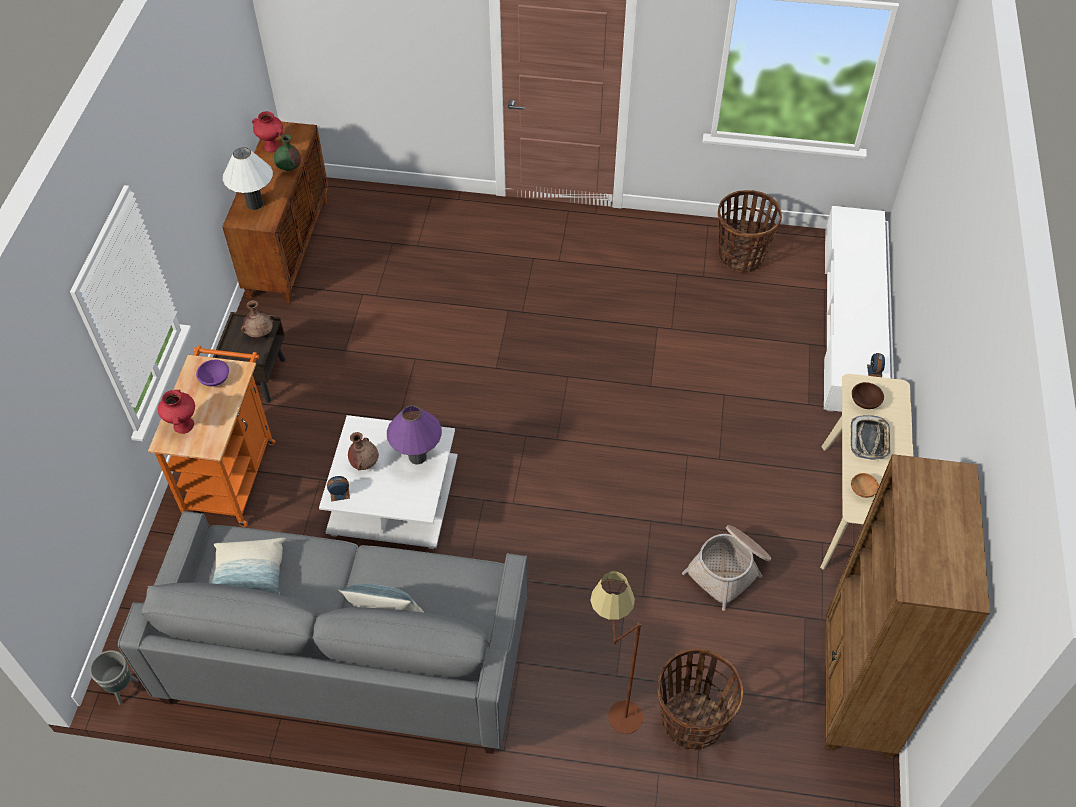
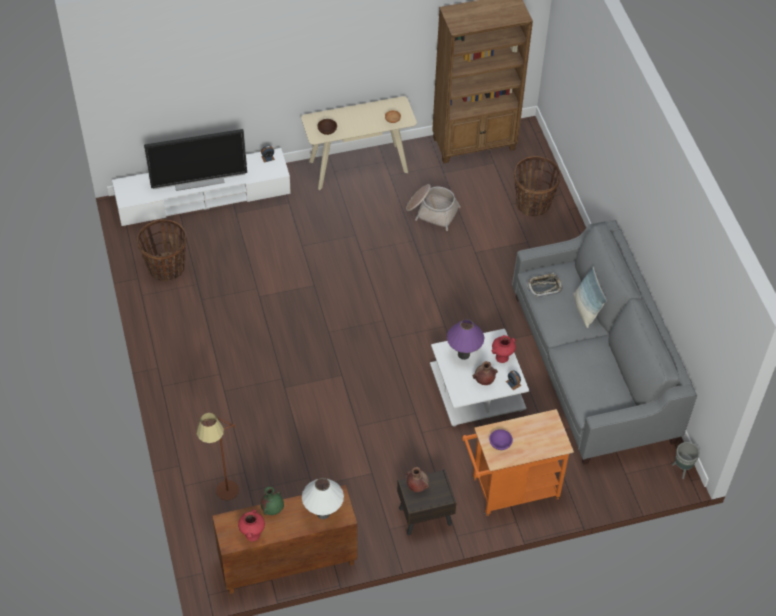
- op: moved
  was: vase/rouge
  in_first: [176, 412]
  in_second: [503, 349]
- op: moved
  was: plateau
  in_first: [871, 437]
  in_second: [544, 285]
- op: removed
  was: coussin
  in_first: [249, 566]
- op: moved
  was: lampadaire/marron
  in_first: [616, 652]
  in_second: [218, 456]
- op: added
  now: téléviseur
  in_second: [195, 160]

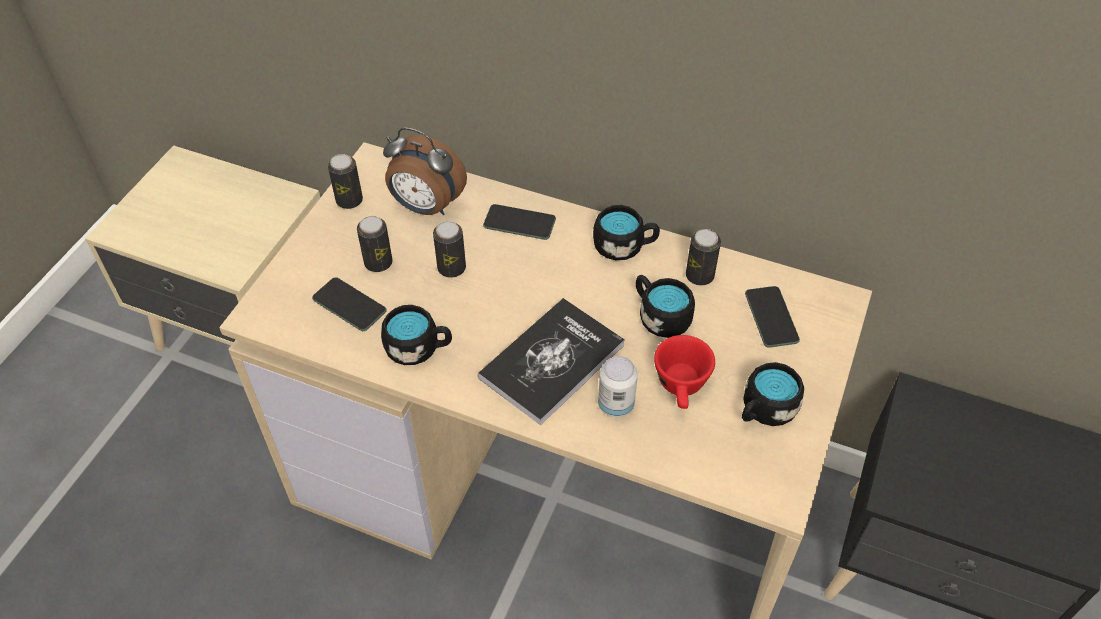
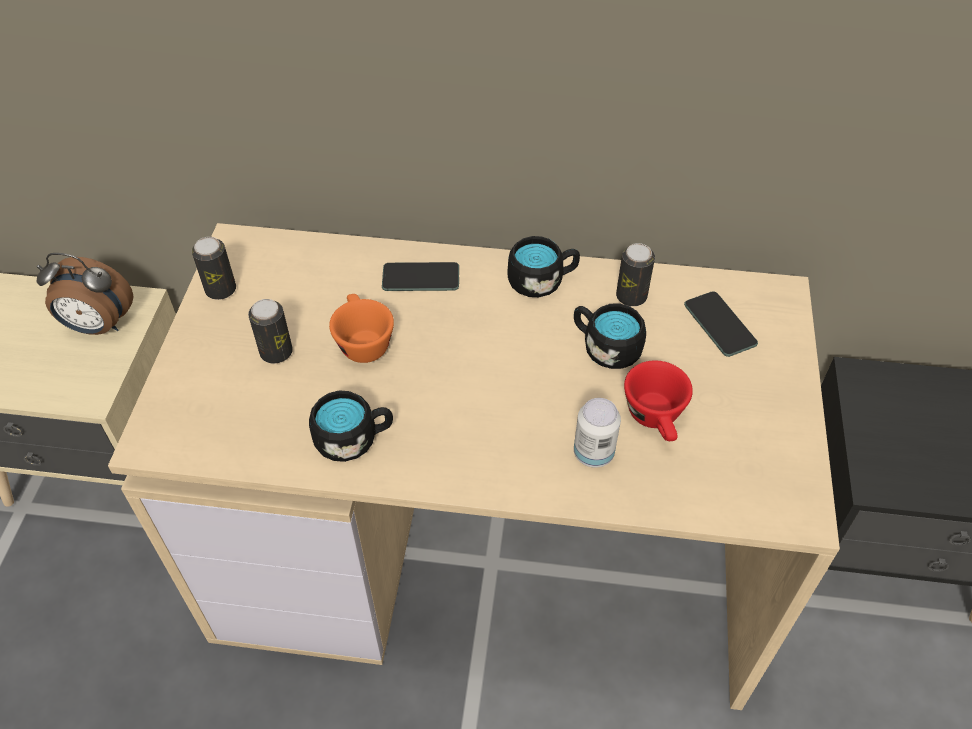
- op: moved
  was: réveil
  in_first: [425, 171]
  in_second: [85, 294]
- op: replaced
  was: boîte métallique
  now: tasse/orange
  in_first: [449, 249]
  in_second: [361, 328]
- op: removed
  was: téléphone
  in_first: [349, 304]
- op: removed
  was: livre
  in_first: [551, 361]
- op: removed
  was: mug/noir
  in_first: [773, 394]

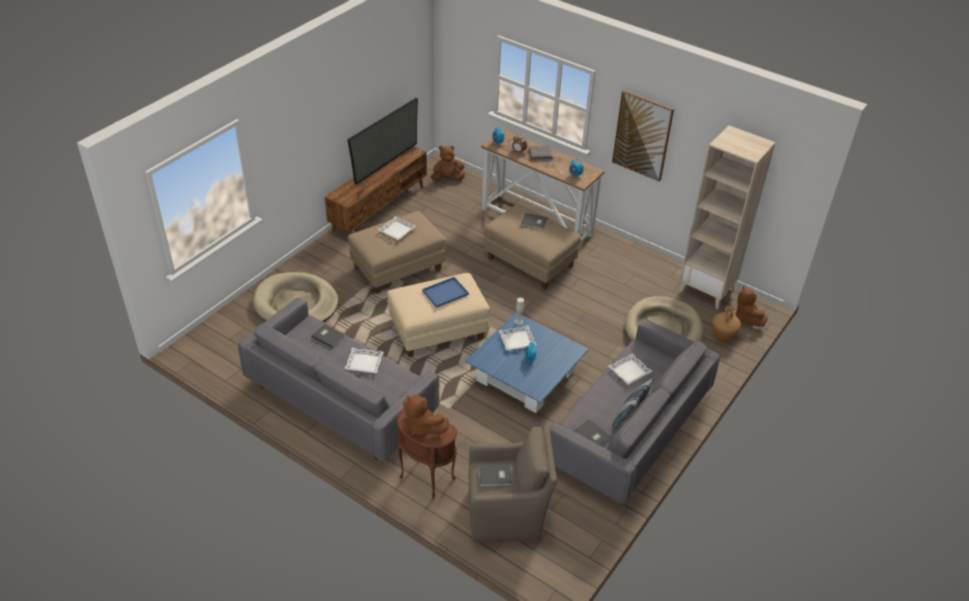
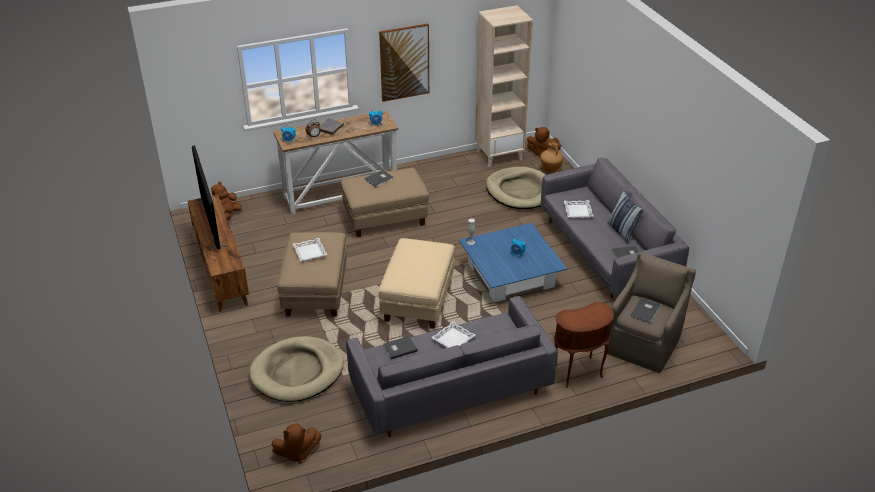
- op: removed
  was: plateau/bleu
  in_first: [445, 292]
- op: removed
  was: plateau/blanc
  in_first: [518, 338]
- op: moved
  was: peluche/marron
  in_first: [426, 415]
  in_second: [296, 444]

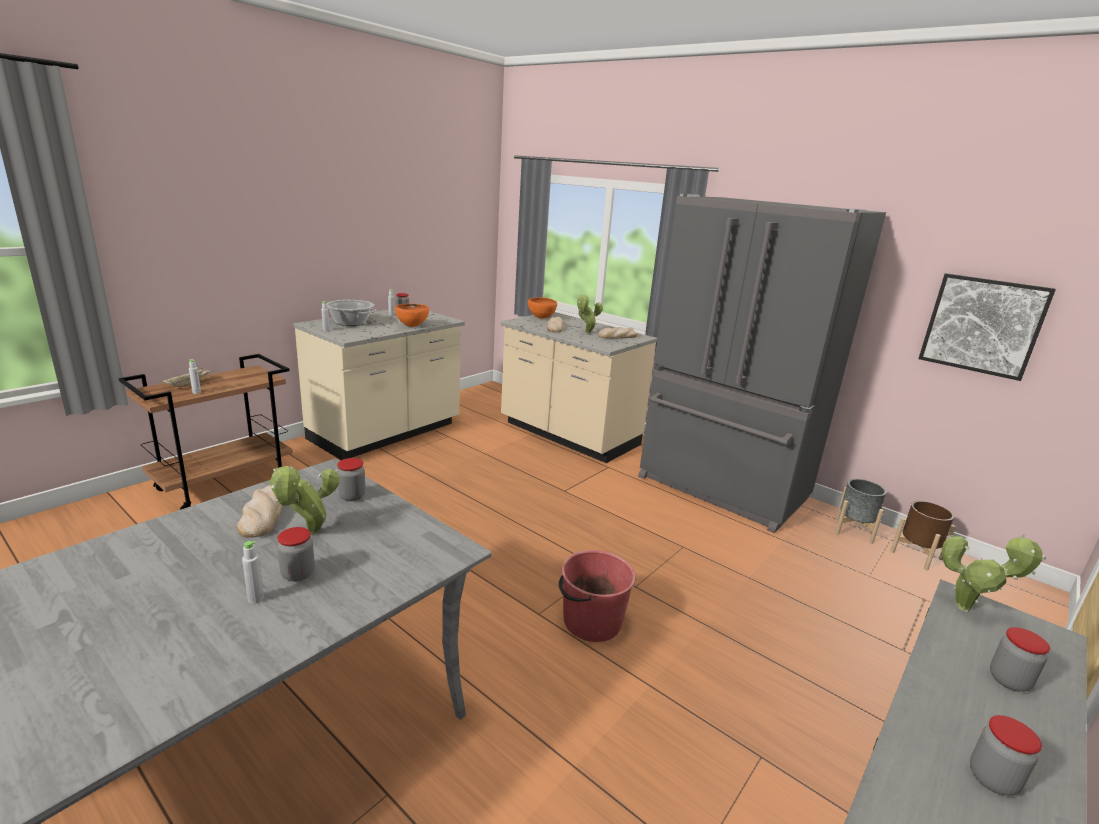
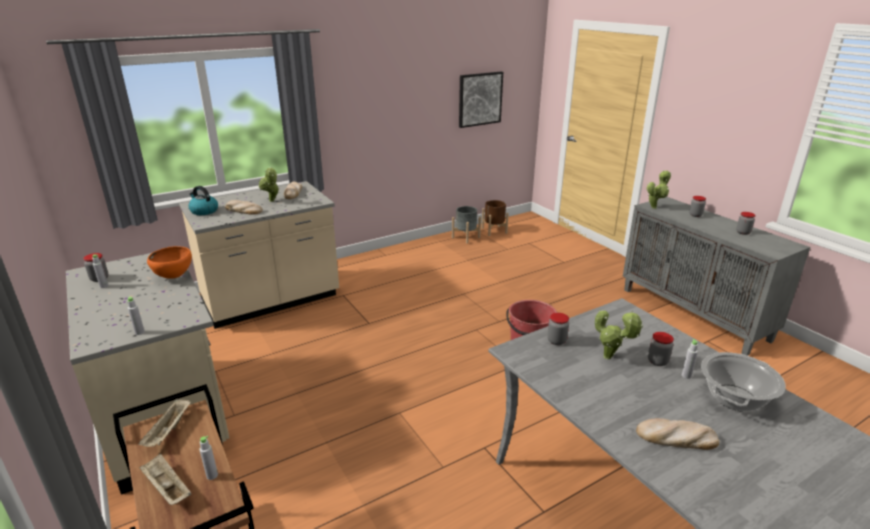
- op: removed
  was: réfrigérateur/gris
  in_first: [762, 363]
- op: replaced
  was: bol/orange
  now: bouilloire
  in_first: [542, 308]
  in_second: [203, 200]
- op: moved
  was: marmite
  in_first: [352, 313]
  in_second: [743, 382]
- op: moved
  was: pain
  in_first: [260, 511]
  in_second: [677, 434]
- op: added
  now: plateau/beige
  in_second: [164, 422]

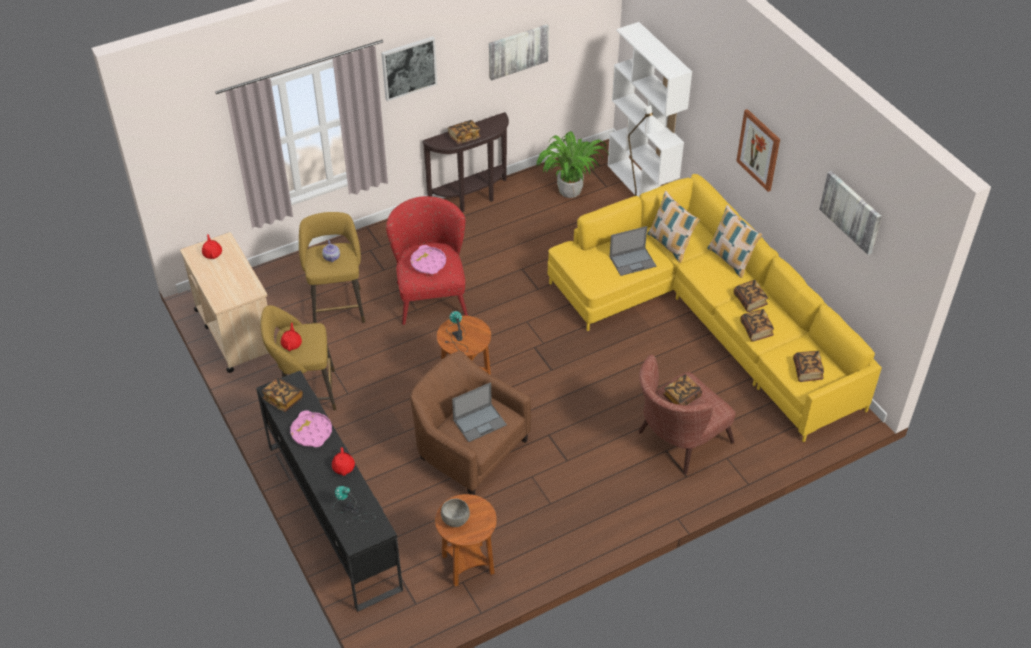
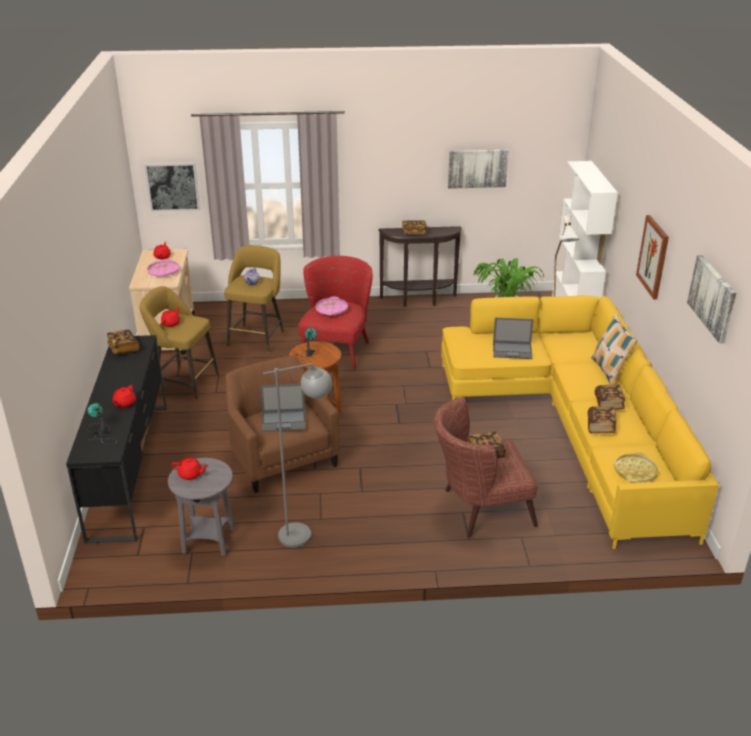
- op: moved
  was: tableau
  in_first: [409, 68]
  in_second: [172, 187]
- op: removed
  was: coussin
  in_first: [674, 227]
- op: replaced
  was: livre
  now: plateau/jaune
  in_first: [808, 366]
  in_second: [636, 467]
- op: moved
  was: plateau/rose
  in_first: [311, 428]
  in_second: [163, 267]
- op: recoloured
  was: table d'appoint/marron
  now: table d'appoint/gris
  in_first: [466, 540]
  in_second: [201, 507]
- op: replaced
  was: bol/gris
  now: théière/rouge
  in_first: [455, 513]
  in_second: [190, 469]
- op: added
  now: lampadaire/gris
  in_second: [297, 455]

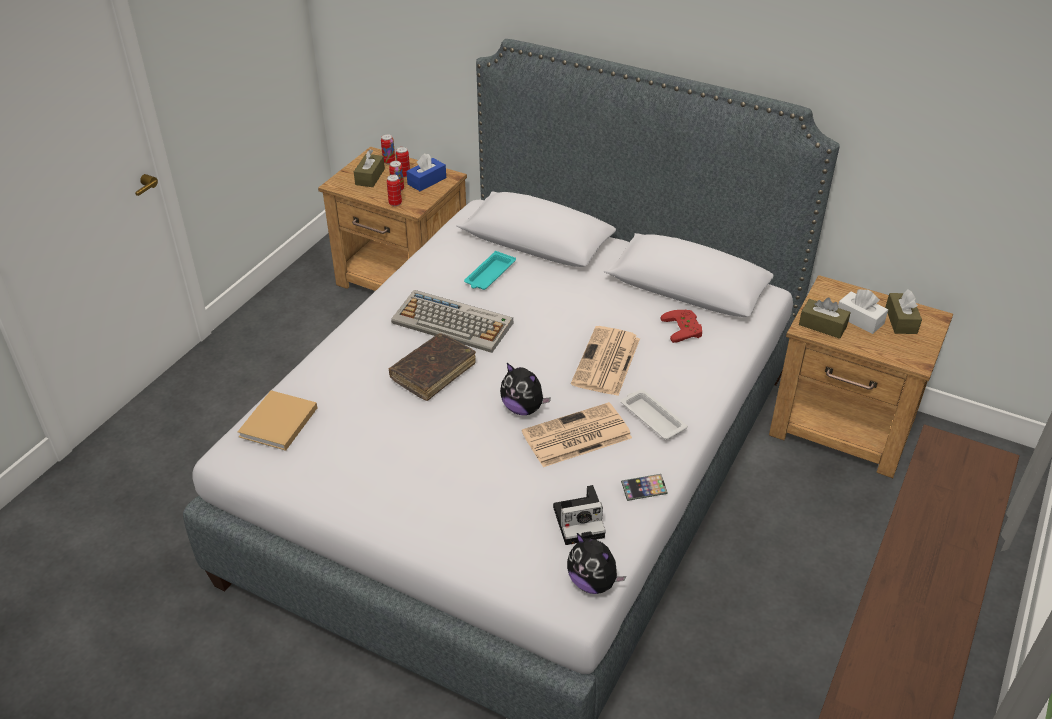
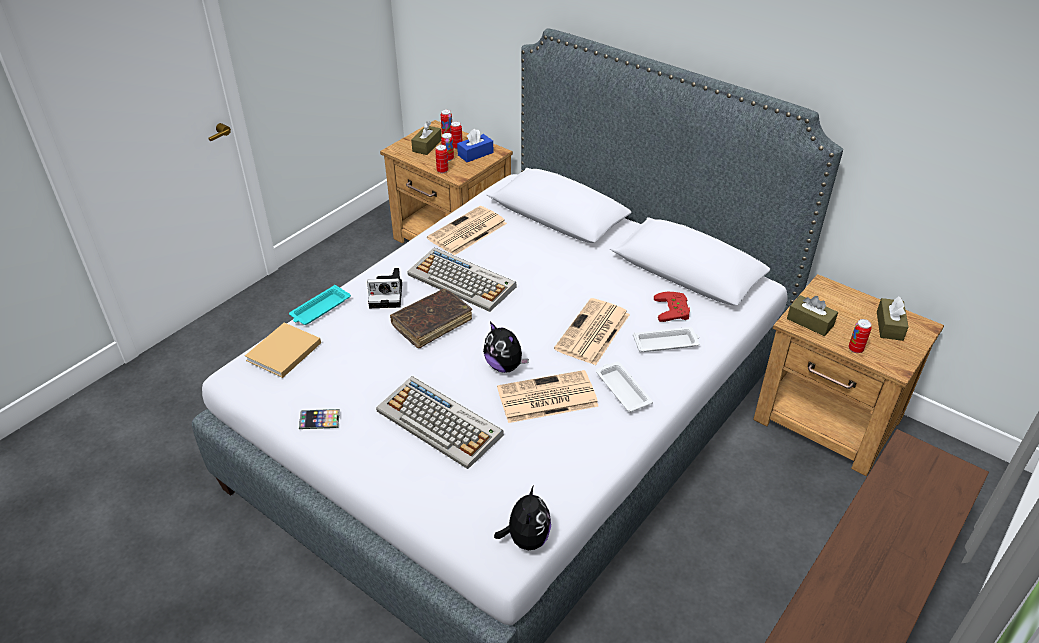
- op: moved
  was: plateau/turquoise
  in_first: [490, 270]
  in_second: [320, 305]
- op: removed
  was: boîte à mouchoirs/blanc
  in_first: [863, 311]
- op: moved
  was: téléphone
  in_first: [644, 487]
  in_second: [319, 419]
- op: moved
  was: appareil photo
  in_first: [579, 515]
  in_second: [384, 288]
- op: turned
  was: peluche
  in_first: [596, 563]
  in_second: [522, 517]
  clockwise: -135
- op: added
  now: journal
  in_second: [467, 231]
- op: added
  now: boîte métallique
  in_second: [860, 336]
- op: added
  now: plateau/blanc
  in_second: [666, 339]
- op: added
  now: clavier
  in_second: [440, 422]

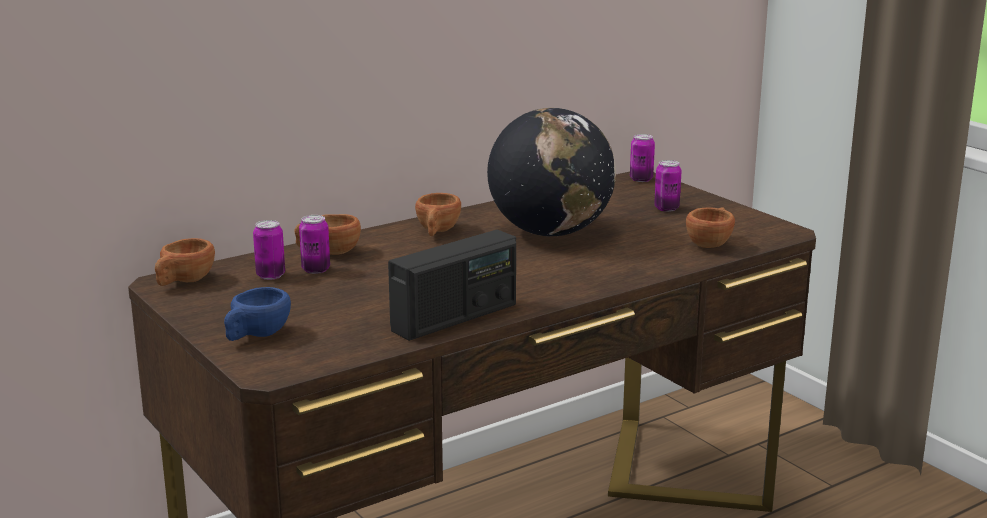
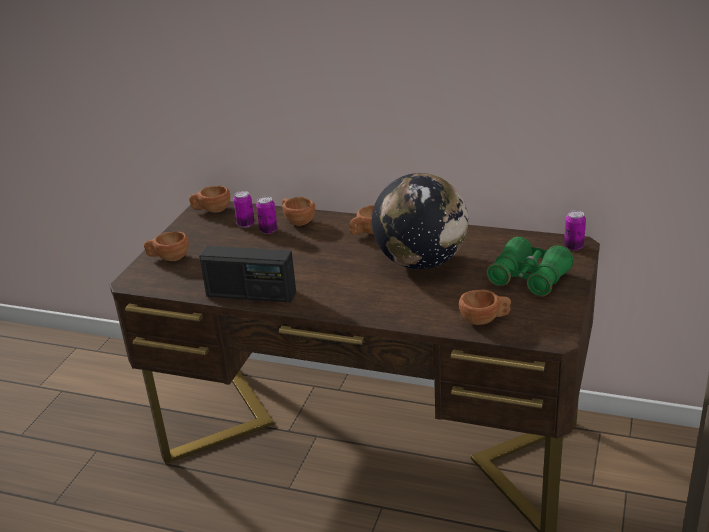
- op: replaced
  was: boîte métallique
  now: jumelles/vert
  in_first: [668, 186]
  in_second: [530, 266]
- op: recoloured
  was: tasse/bleu
  now: tasse/marron
  in_first: [257, 314]
  in_second: [166, 246]

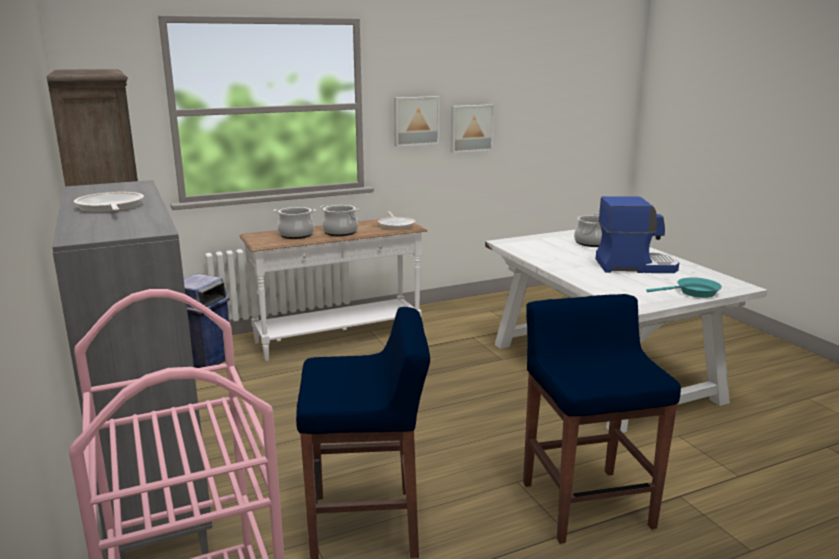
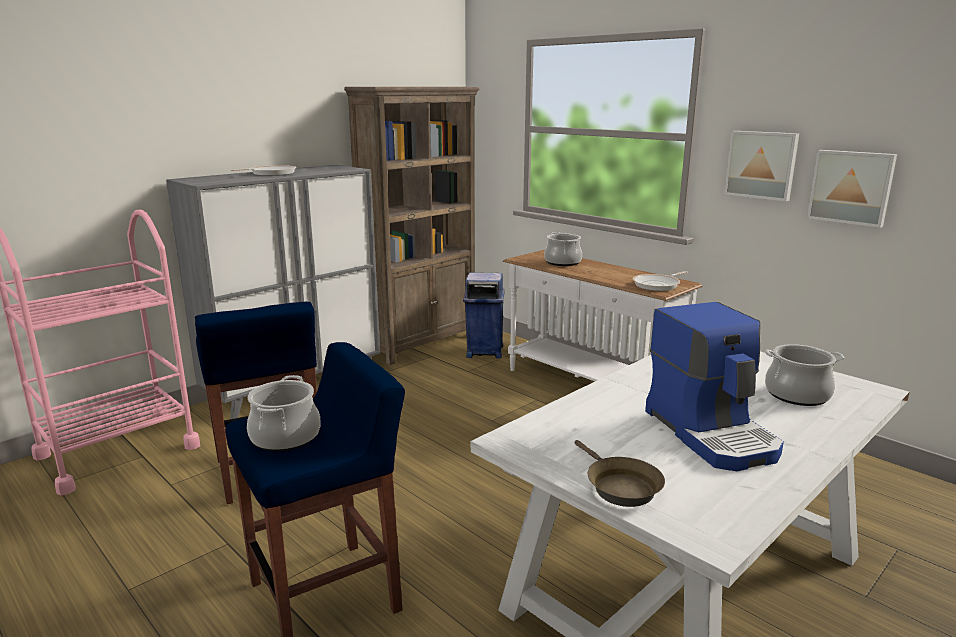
- op: moved
  was: marmite
  in_first: [339, 220]
  in_second: [284, 413]
- op: recoloured
  was: poêle/turquoise
  now: poêle/marron
  in_first: [684, 287]
  in_second: [620, 473]

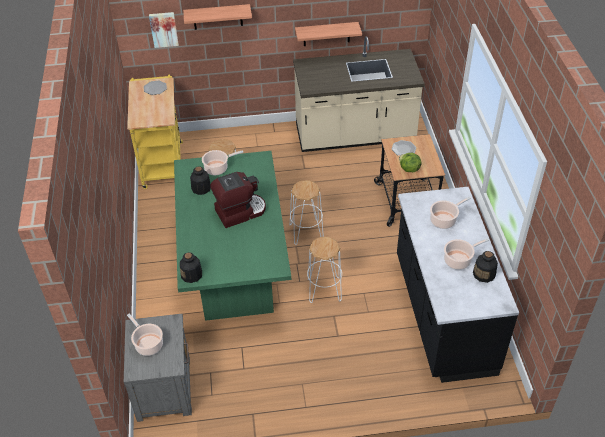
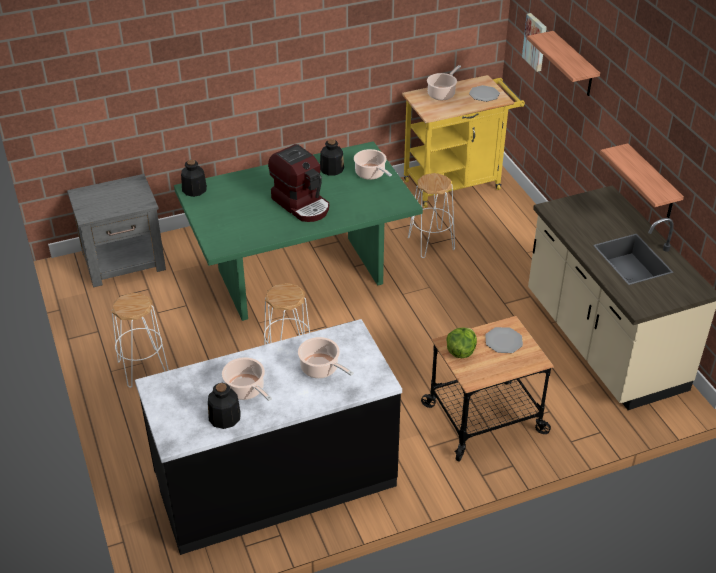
- op: moved
  was: tabouret/blanc
  in_first: [307, 212]
  in_second: [140, 340]
- op: moved
  was: marmite
  in_first: [145, 334]
  in_second: [444, 82]

